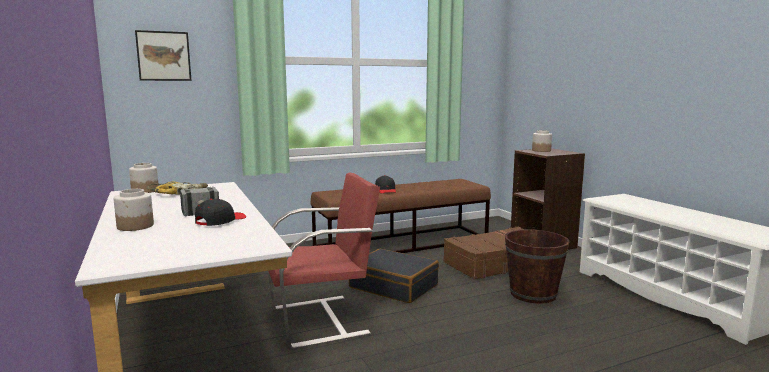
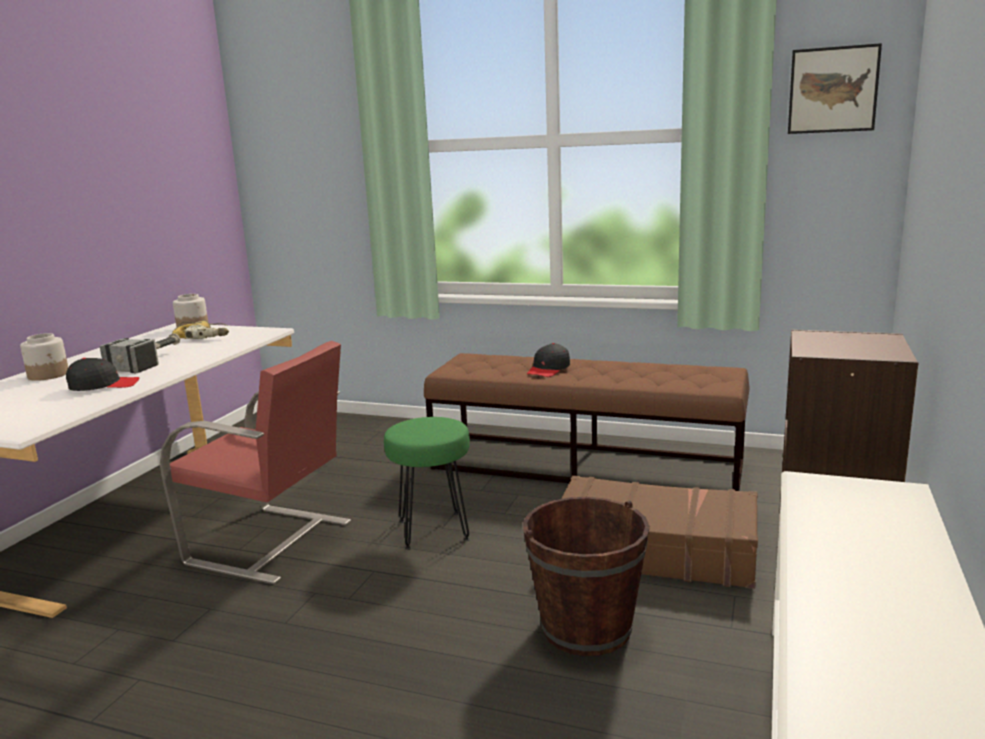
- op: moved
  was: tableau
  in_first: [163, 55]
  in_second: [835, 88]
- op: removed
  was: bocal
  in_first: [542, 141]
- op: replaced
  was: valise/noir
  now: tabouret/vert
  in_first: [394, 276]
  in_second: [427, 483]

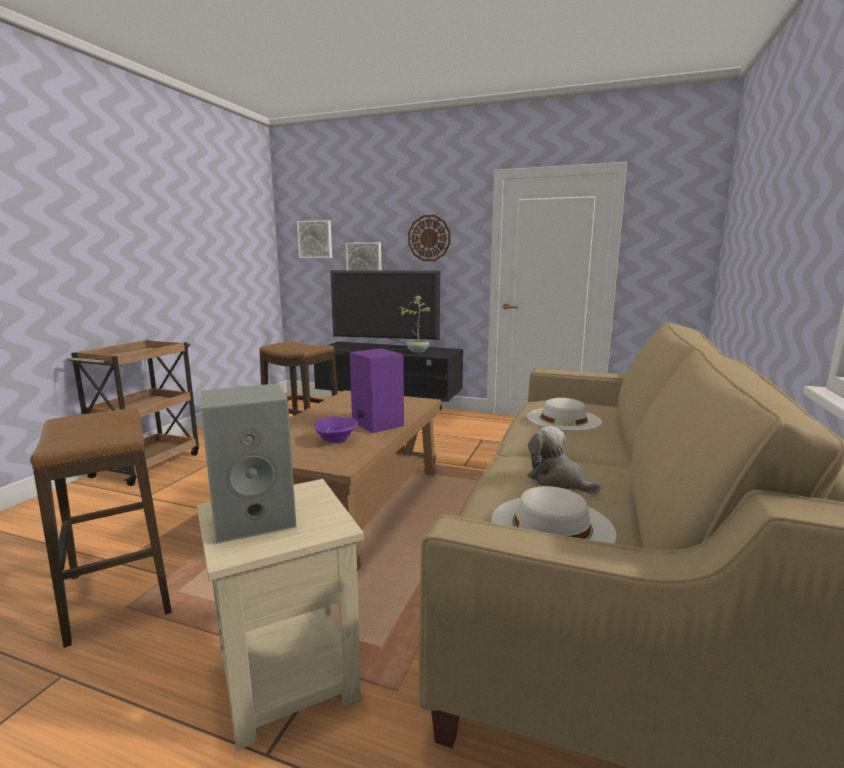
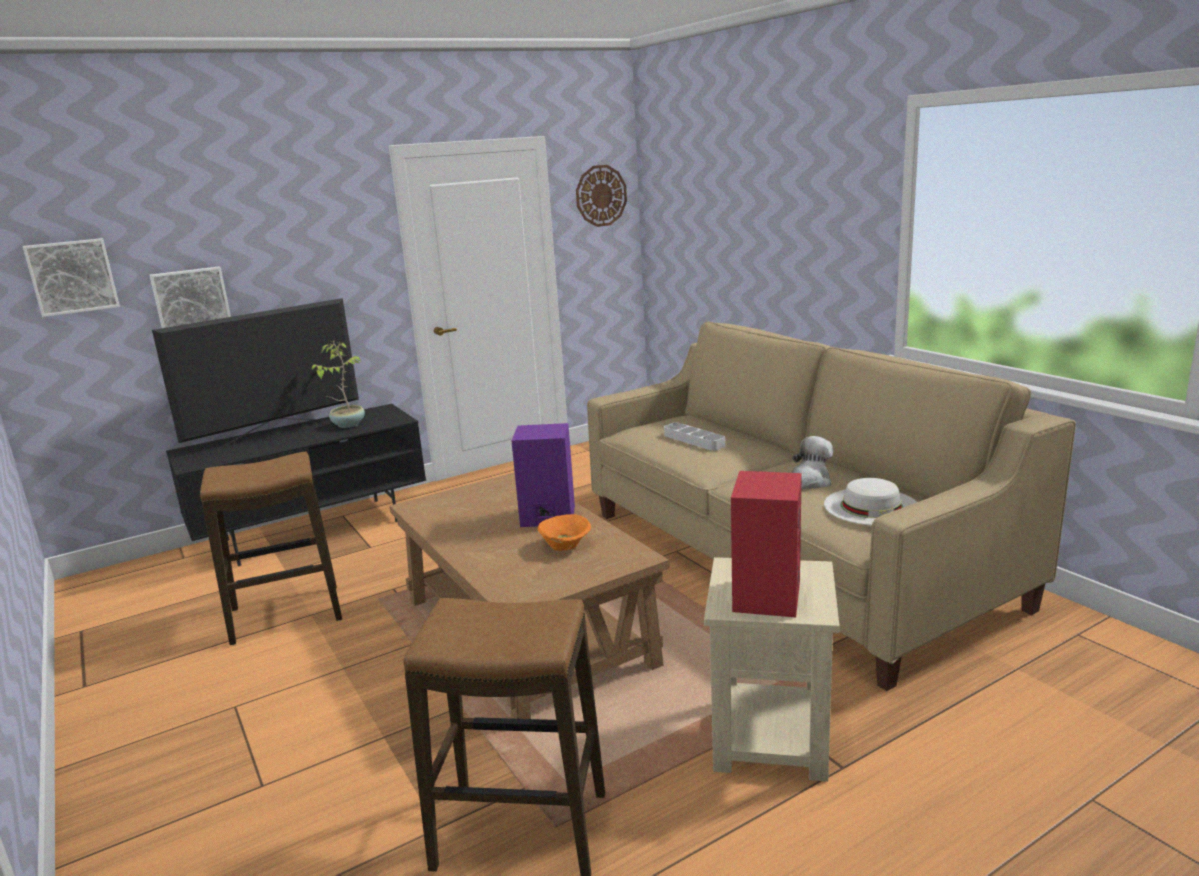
- op: moved
  was: horloge murale
  in_first: [429, 238]
  in_second: [601, 196]
- op: removed
  was: chariot/marron
  in_first: [132, 413]
- op: recoloured
  was: enceinte/gris
  now: enceinte/rouge
  in_first: [248, 463]
  in_second: [766, 544]
- op: replaced
  was: chapeau/blanc
  now: plateau/gris
  in_first: [564, 414]
  in_second: [694, 437]
- op: recoloured
  was: bol/violet
  now: bol/orange
  in_first: [336, 429]
  in_second: [564, 532]
- op: turned
  was: peluche
  in_first: [564, 460]
  in_second: [812, 463]
  clockwise: 135

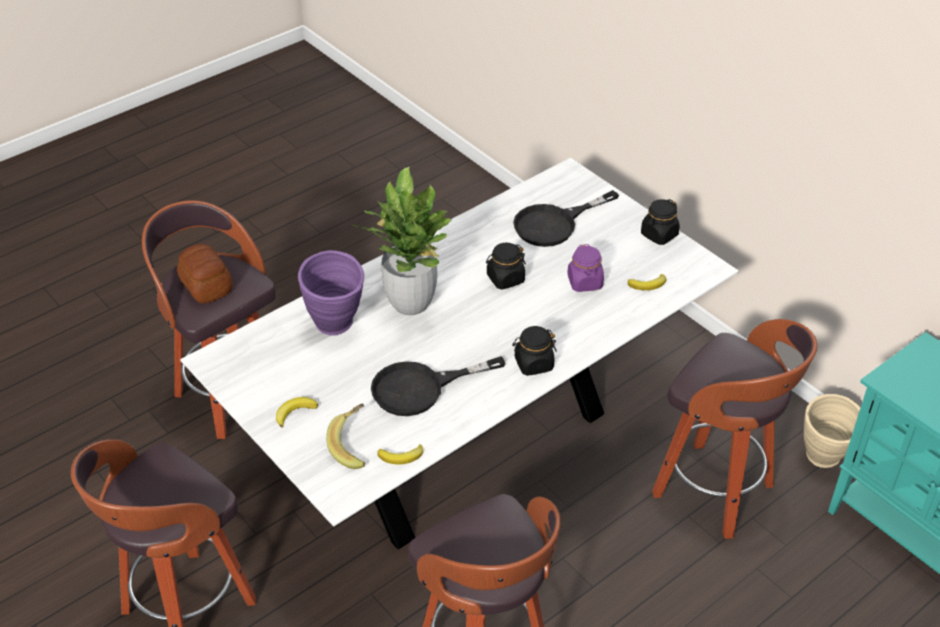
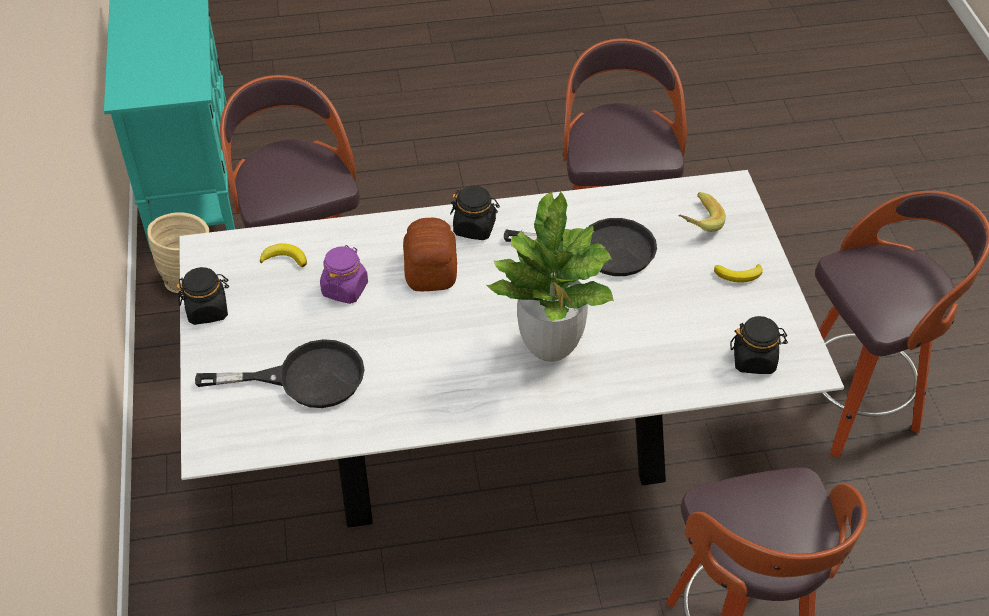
- op: moved
  was: bocal/noir
  in_first: [506, 266]
  in_second: [759, 345]
- op: moved
  was: pain
  in_first: [204, 273]
  in_second: [430, 254]
- op: removed
  was: vase/violet
  in_first: [331, 293]
- op: removed
  was: banane
  in_first: [400, 454]

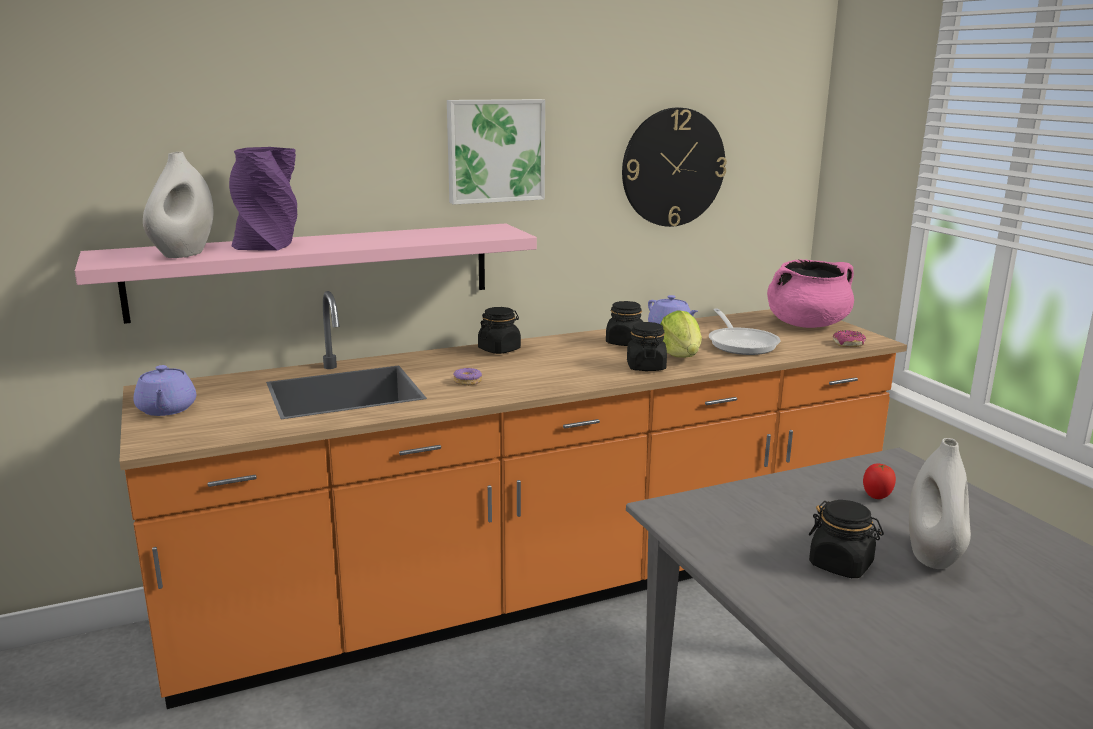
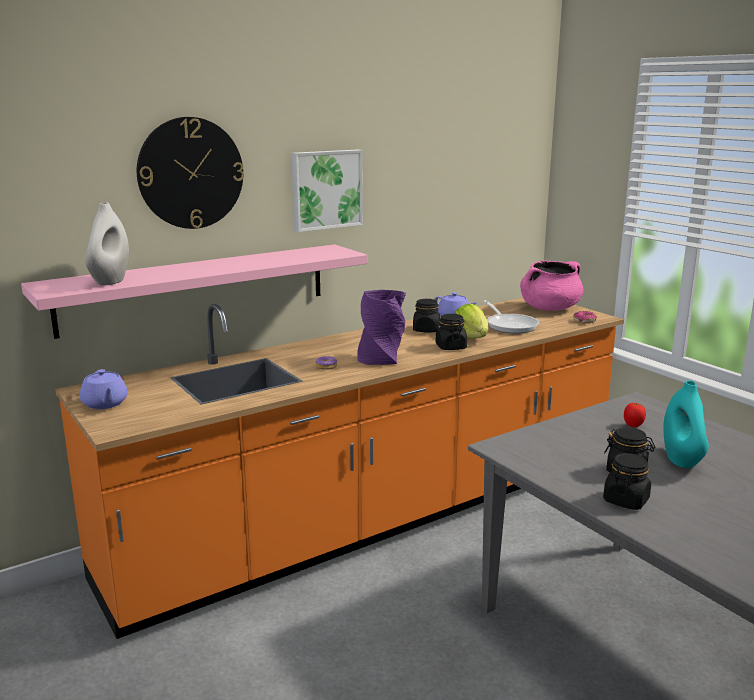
- op: moved
  was: horloge murale
  in_first: [674, 167]
  in_second: [190, 173]
- op: moved
  was: vase/violet
  in_first: [263, 199]
  in_second: [381, 327]
- op: moved
  was: bocal/noir
  in_first: [499, 330]
  in_second: [627, 481]
- op: recoloured
  was: vase/blanc
  now: vase/turquoise
  in_first: [940, 503]
  in_second: [686, 424]

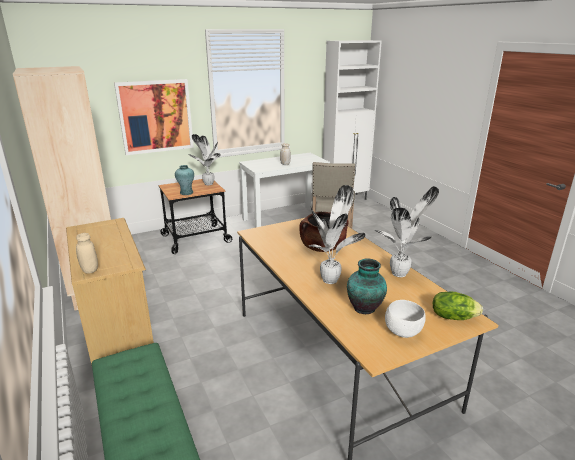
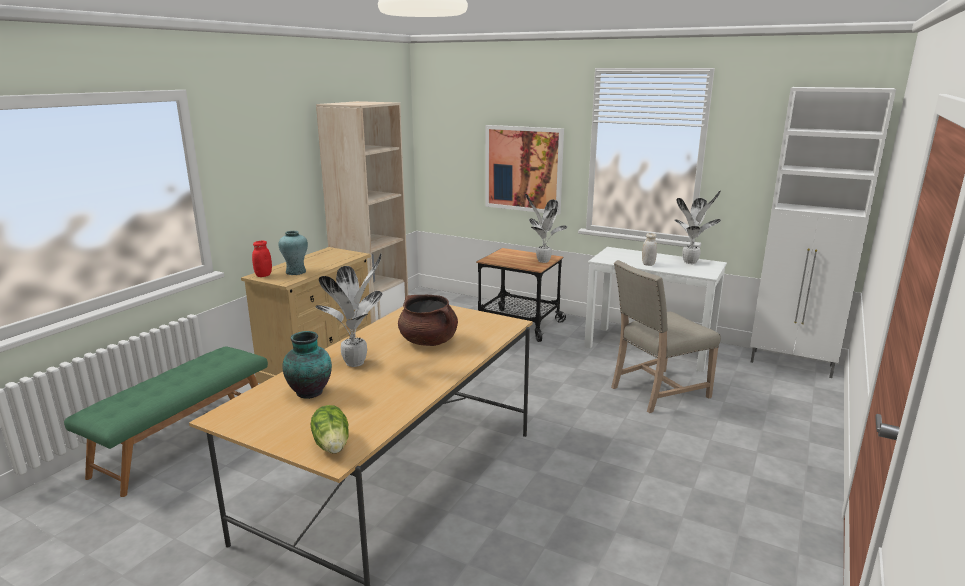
- op: moved
  was: vase/turquoise
  in_first: [184, 180]
  in_second: [293, 253]
- op: moved
  was: plante en pot
  in_first: [406, 231]
  in_second: [698, 227]
- op: recoloured
  was: bocal/beige
  now: bocal/rouge
  in_first: [87, 253]
  in_second: [262, 259]
- op: removed
  was: bol/blanc
  in_first: [405, 319]

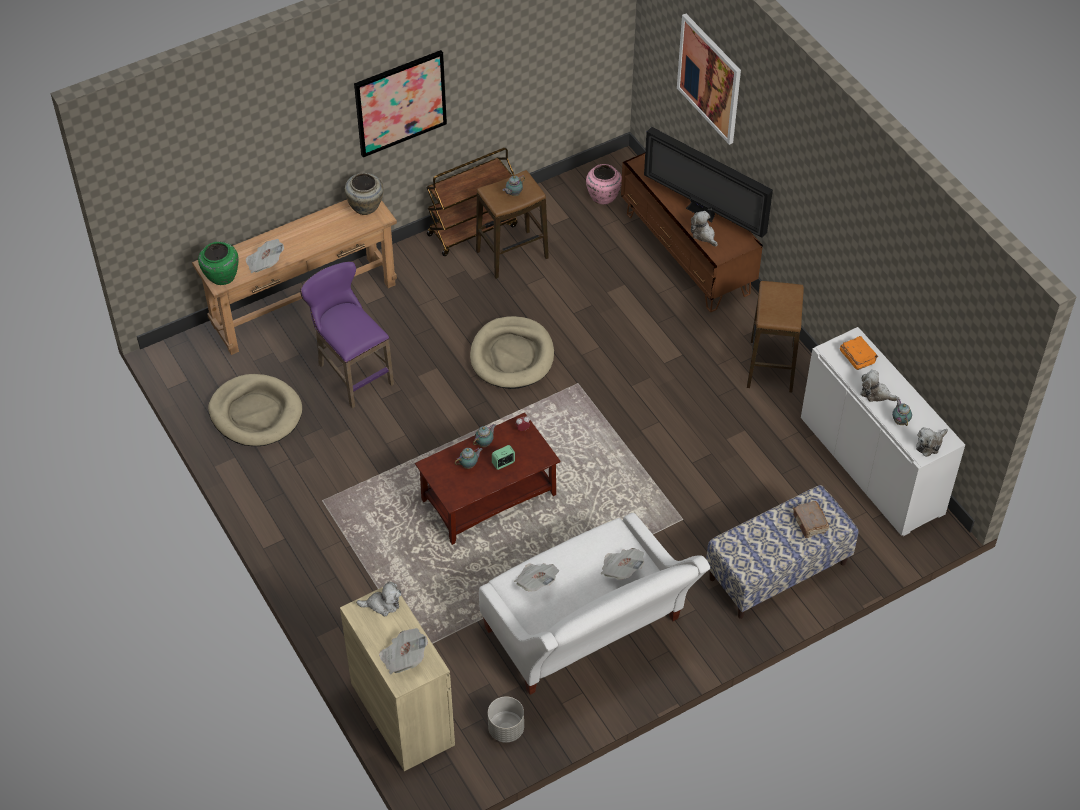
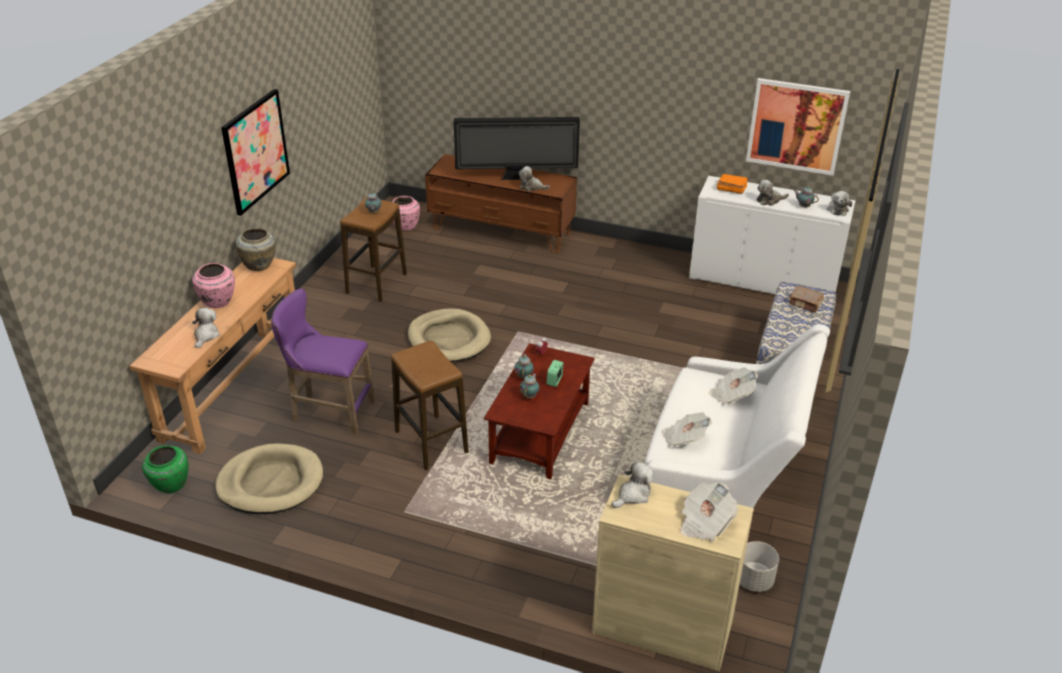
- op: moved
  was: tableau
  in_first: [709, 79]
  in_second: [798, 126]
- op: removed
  was: chariot/marron
  in_first: [472, 202]
- op: replaced
  was: journal
  now: peluche
  in_first: [264, 256]
  in_second: [206, 328]
- op: moved
  was: vase/vert
  in_first: [218, 263]
  in_second: [165, 469]
- op: moved
  was: tabouret
  in_first: [775, 336]
  in_second: [430, 405]
- op: added
  now: vase/rose
  in_second: [213, 285]

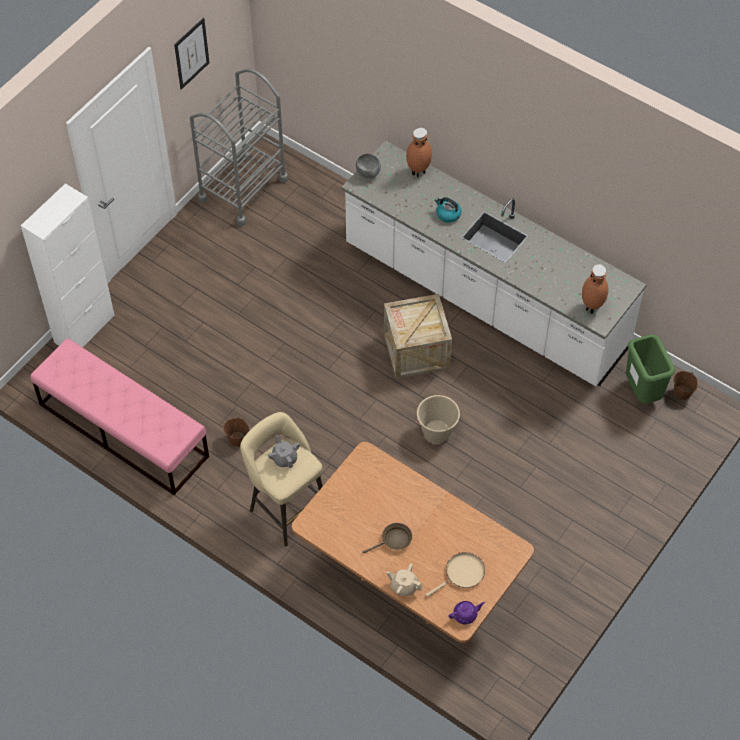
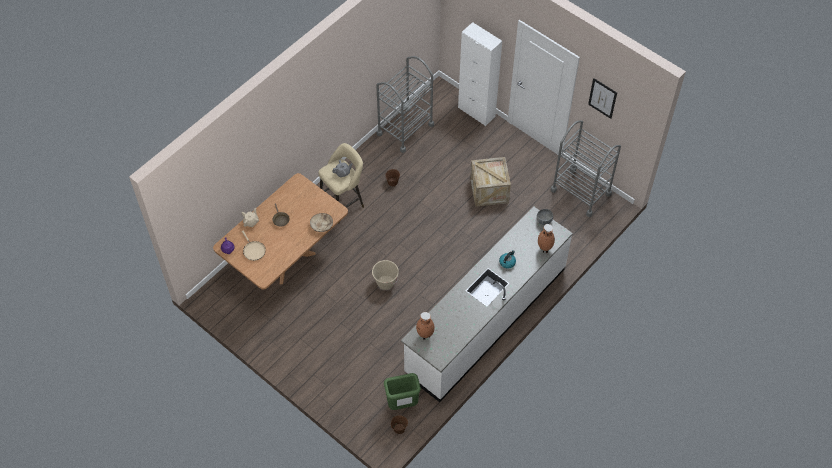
- op: moved
  was: caisse
  in_first: [418, 336]
  in_second: [490, 182]
- op: replaced
  was: banc/rose
  now: chariot/gris
  in_first: [119, 416]
  in_second: [405, 104]
- op: added
  now: bol/beige
  in_second: [321, 222]

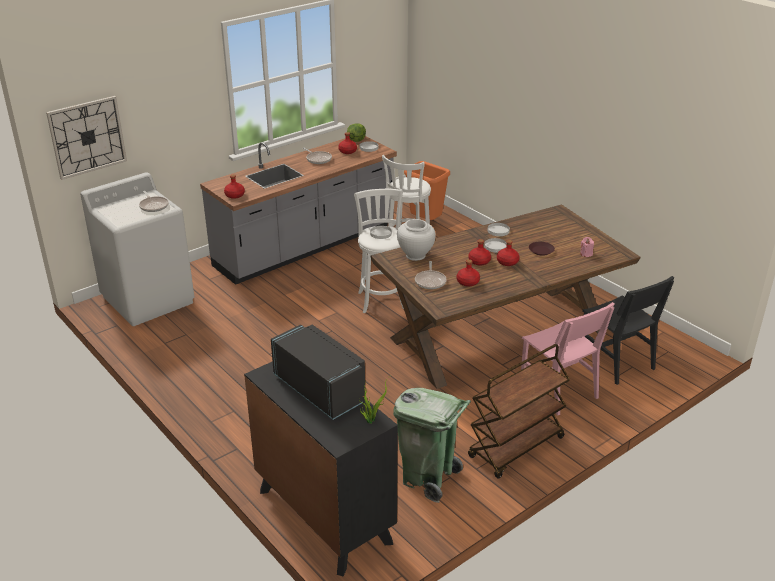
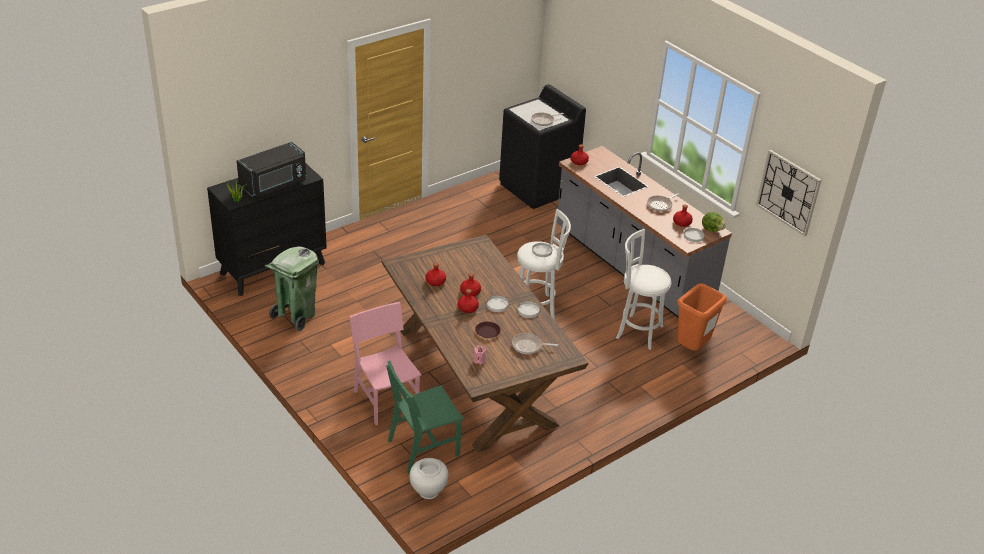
- op: moved
  was: horloge murale
  in_first: [86, 138]
  in_second: [789, 193]
- op: recoloured
  was: lave-linge/blanc
  now: lave-linge/noir
  in_first: [137, 249]
  in_second: [542, 146]
- op: moved
  was: vase/blanc
  in_first: [416, 240]
  in_second: [429, 478]
- op: moved
  was: poêle
  in_first: [431, 275]
  in_second: [535, 343]
- op: recoloured
  was: chaise/noir
  now: chaise/vert
  in_first: [628, 330]
  in_second: [425, 417]
- op: turned
  was: chaise/rose
  in_first: [568, 358]
  in_second: [385, 363]
  clockwise: 90
- op: removed
  was: chariot/marron
  in_first: [519, 411]

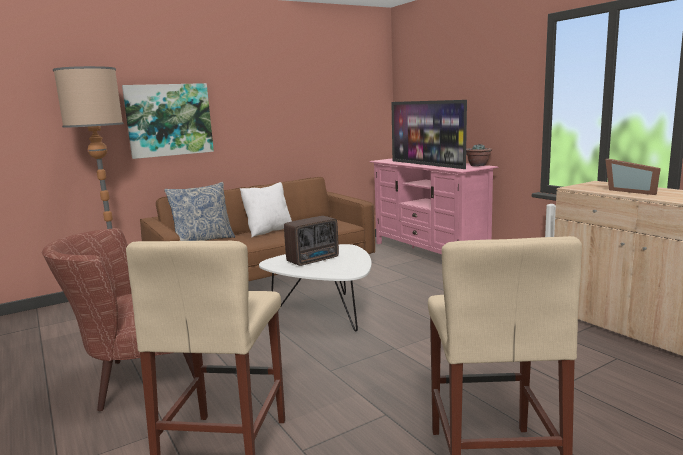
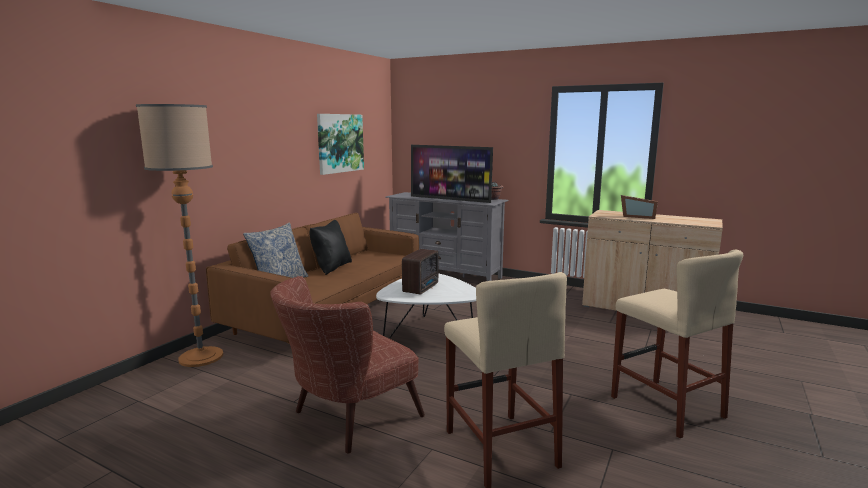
- op: moved
  was: tableau
  in_first: [168, 121]
  in_second: [340, 144]
- op: recoloured
  was: meuble télé/rose
  now: meuble télé/gris
  in_first: [434, 206]
  in_second: [447, 236]
- op: recoloured
  was: coussin/blanc
  now: coussin/noir
  in_first: [266, 210]
  in_second: [330, 247]

